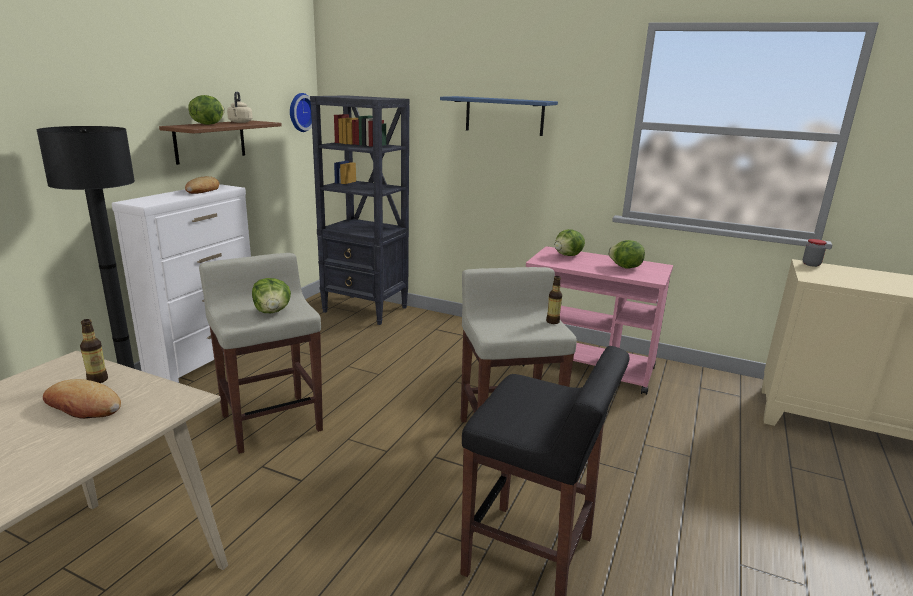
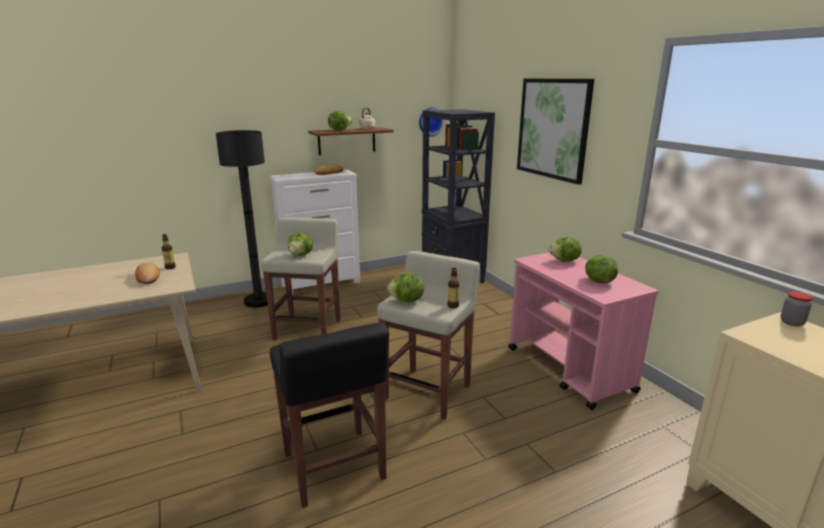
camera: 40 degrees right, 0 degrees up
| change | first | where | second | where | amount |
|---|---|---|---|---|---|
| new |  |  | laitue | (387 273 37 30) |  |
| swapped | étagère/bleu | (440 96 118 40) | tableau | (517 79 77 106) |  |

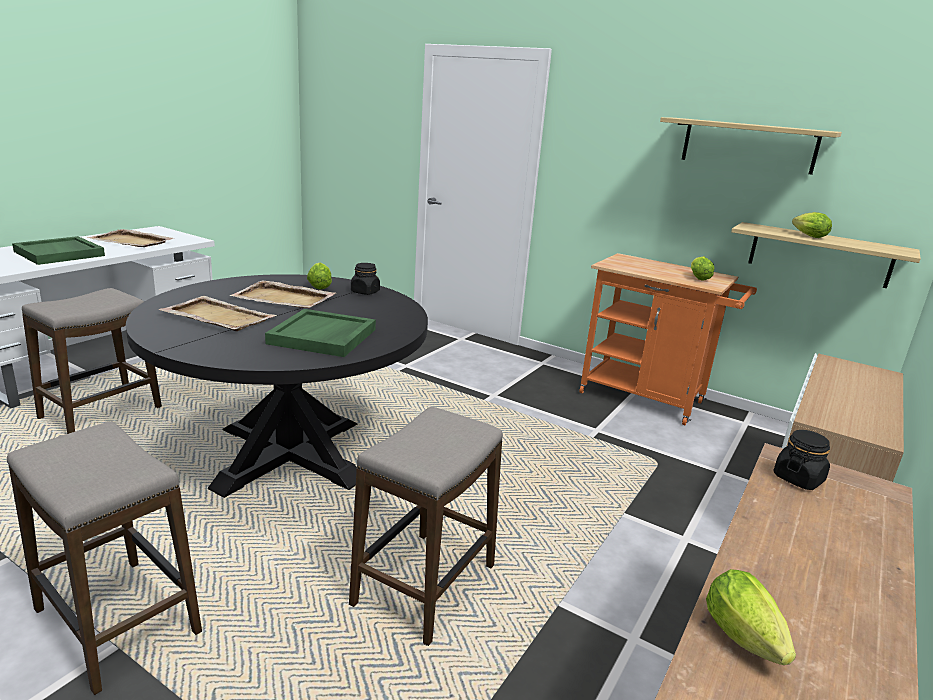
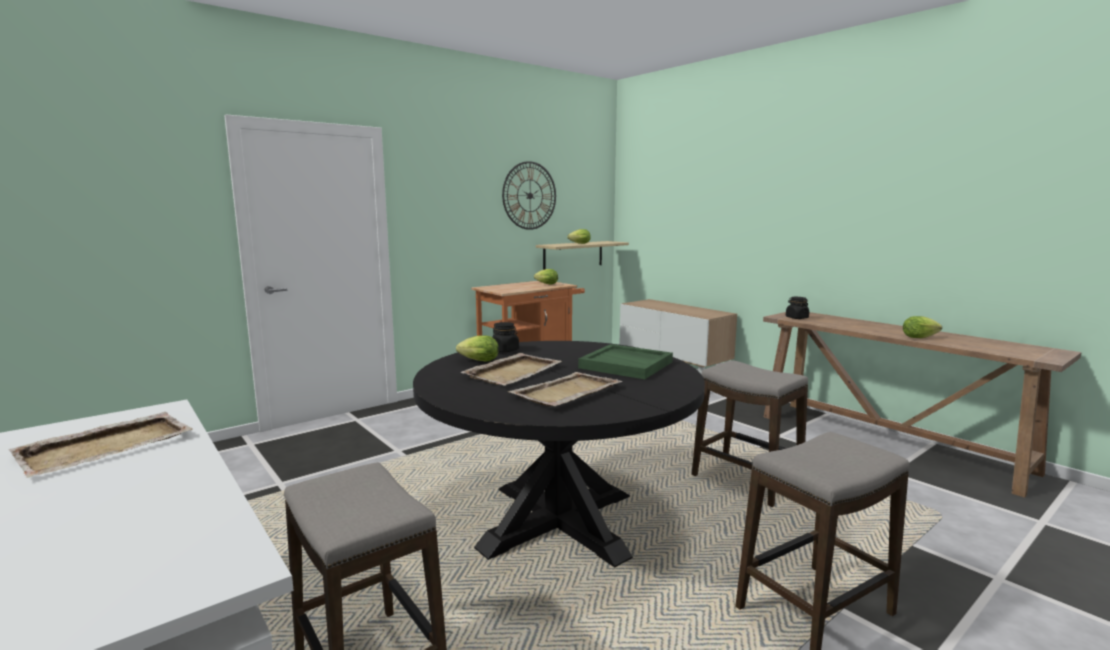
camera: 70 degrees left, 10 degrees down
| change | first | where | second | where | amount |
|---|---|---|---|---|---|
| swapped | étagère | (660 117 182 58) | horloge murale | (502 161 54 69) |  |
| gone | plateau/vert | (12 236 93 29) |  |  |  |

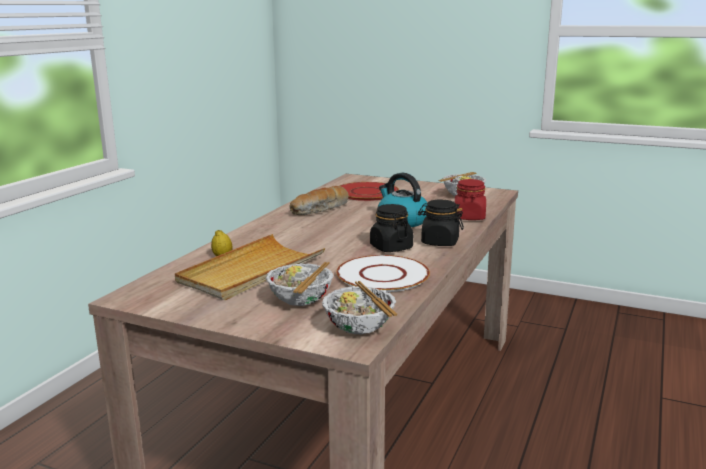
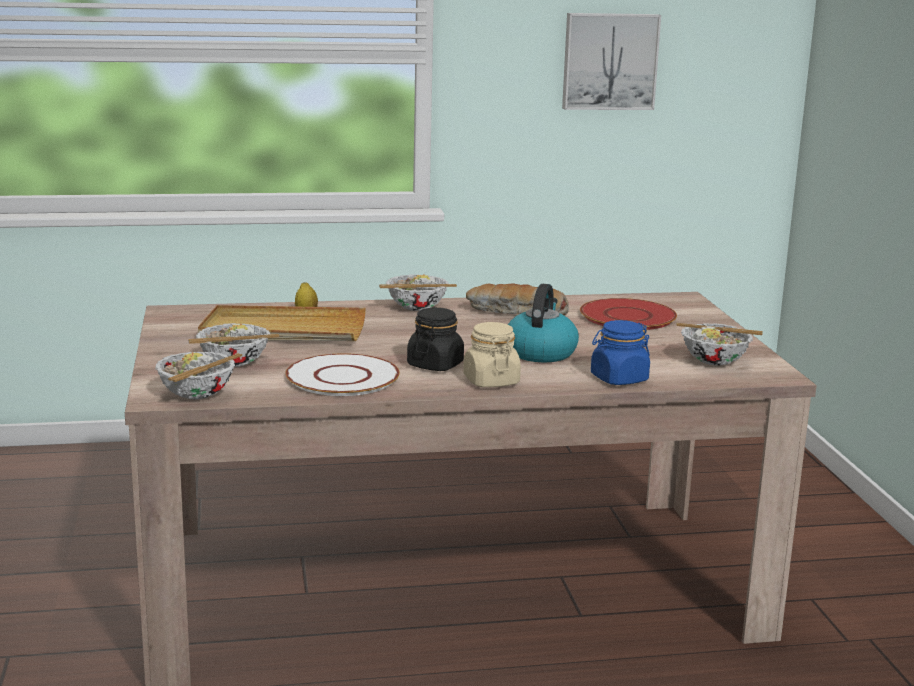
camera: 55 degrees right, 0 degrees up
| change | first | where | second | where | amount |
|---|---|---|---|---|---|
| new |  |  | bol | (379 274 78 37) |  |
| repainted | bocal/noir | (418 200 46 46) | bocal/beige | (463 322 58 65) |  |
| new |  |  | tableau | (562 13 99 97) |  |
| repainted | bocal/rouge | (455 179 31 41) | bocal/bleu | (591 320 59 65) |  |

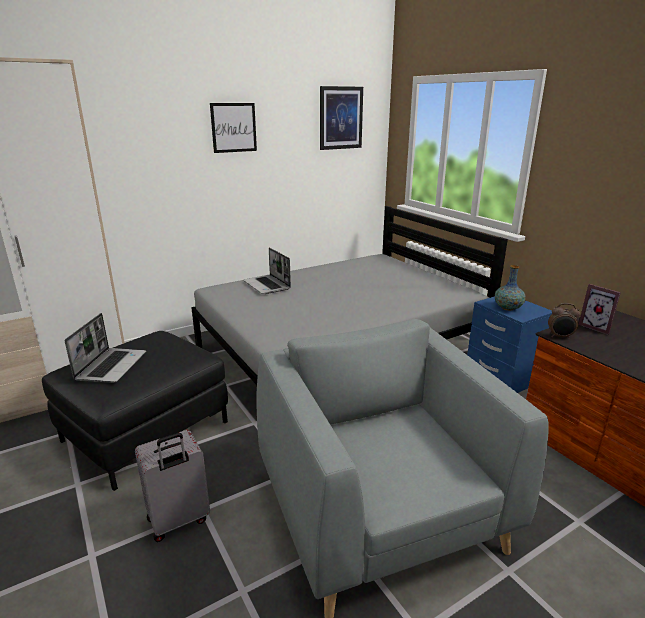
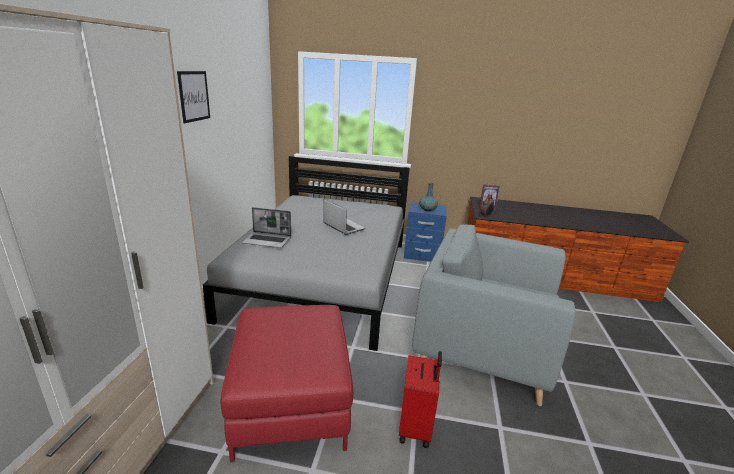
camera: 50 degrees left, 0 degrees up
| change | first | where | second | where | amount |
|---|---|---|---|---|---|
| repainted | pouf/noir | (42 331 186 160) | pouf/rouge | (221 305 132 157) |  |
| shifted | ordinateur portable | (65 313 81 70) |  | (323 199 43 36) |  |
| repainted | valise/gris | (135 430 75 112) | valise/rouge | (399 351 43 97) |  |
| gone | tableau | (320 86 43 64) |  |  |  |

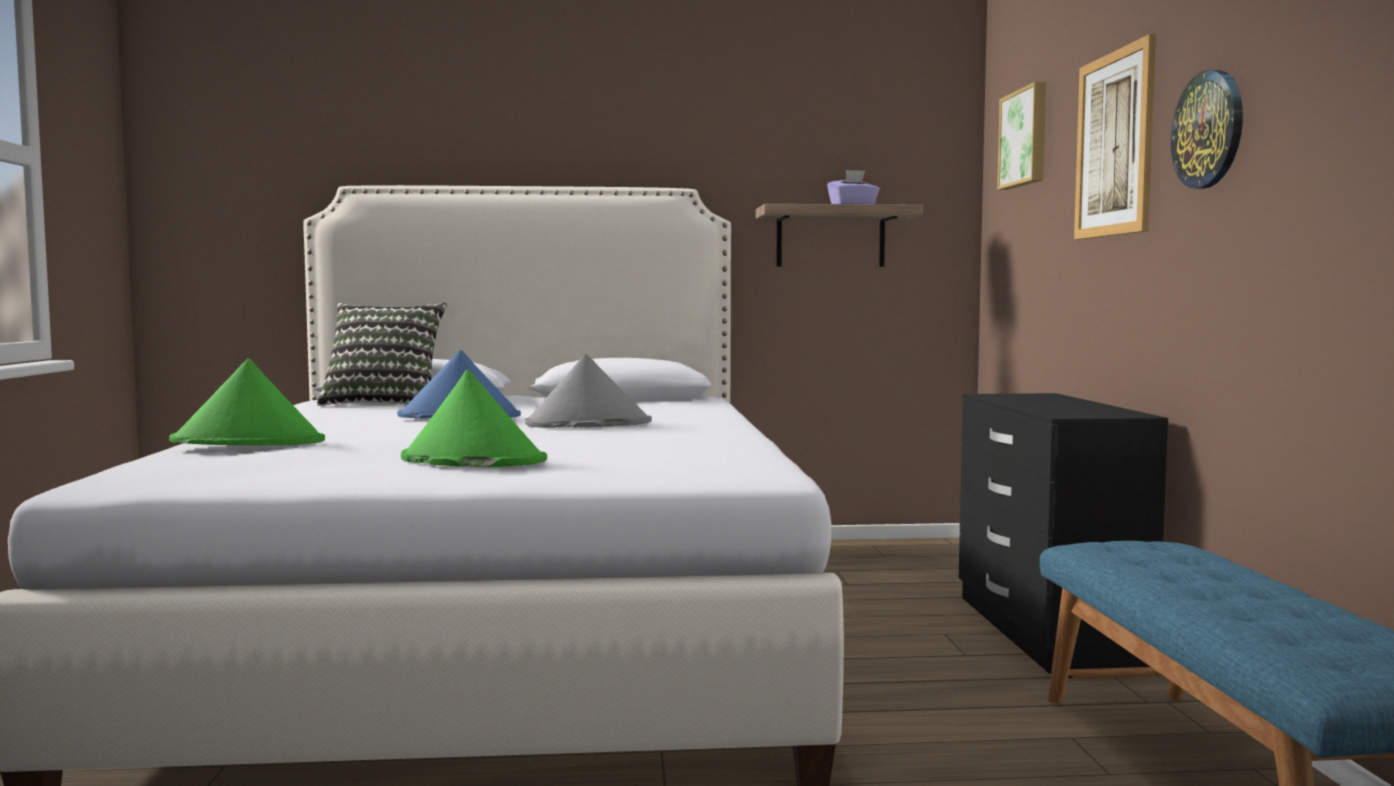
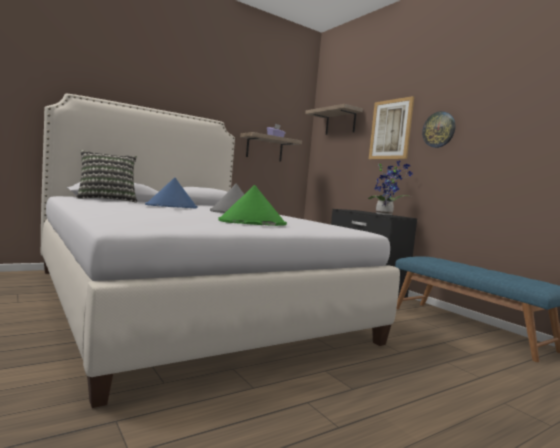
camera: 30 degrees left, 0 degrees up
| change | first | where | second | where | amount |
|---|---|---|---|---|---|
| swapped | tableau | (997 82 49 108) | étagère | (305 104 58 31) |  |
| new |  |  | plante en pot | (368 160 45 55) |  |
| gone | chapeau/vert | (169 359 156 86) |  |  |  |

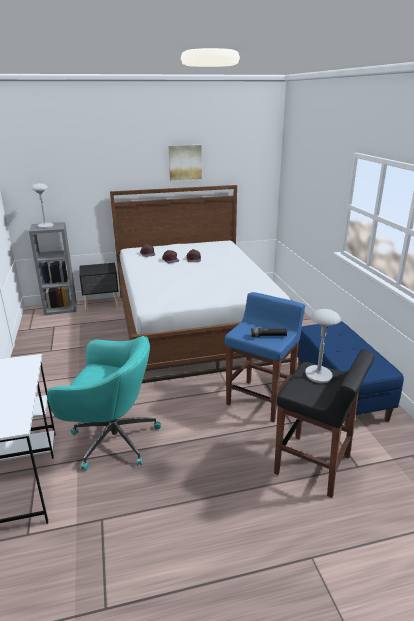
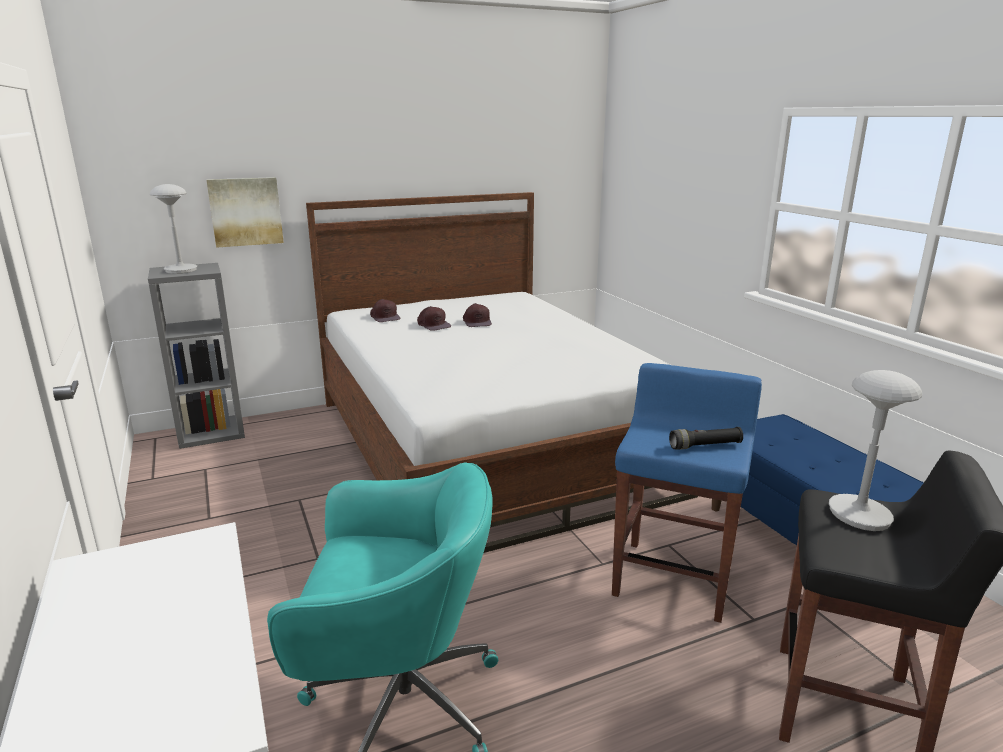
camera: 10 degrees left, 5 degrees down
| change | first | where | second | where | amount |
|---|---|---|---|---|---|
| shifted | tableau | (168 145 34 35) |  | (206 177 78 71) |  |
| gone | table de chevet/noir | (79 263 40 48) |  |  |  |

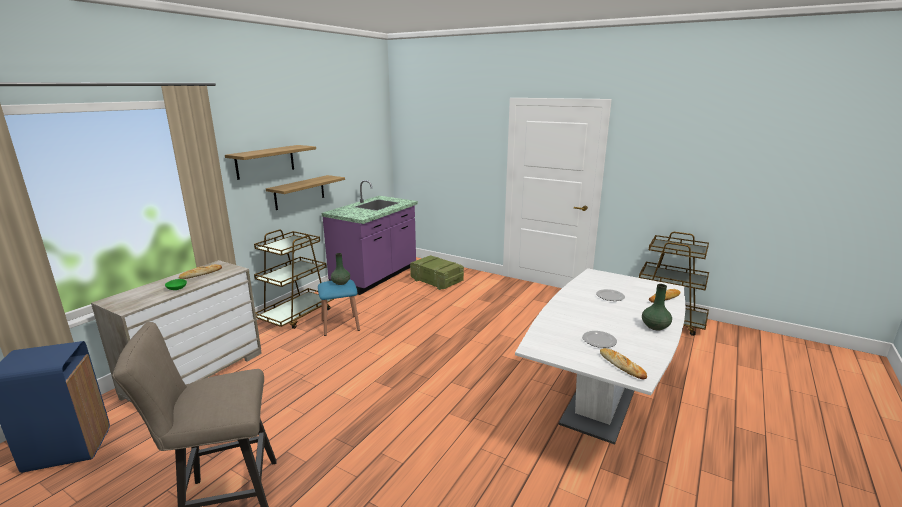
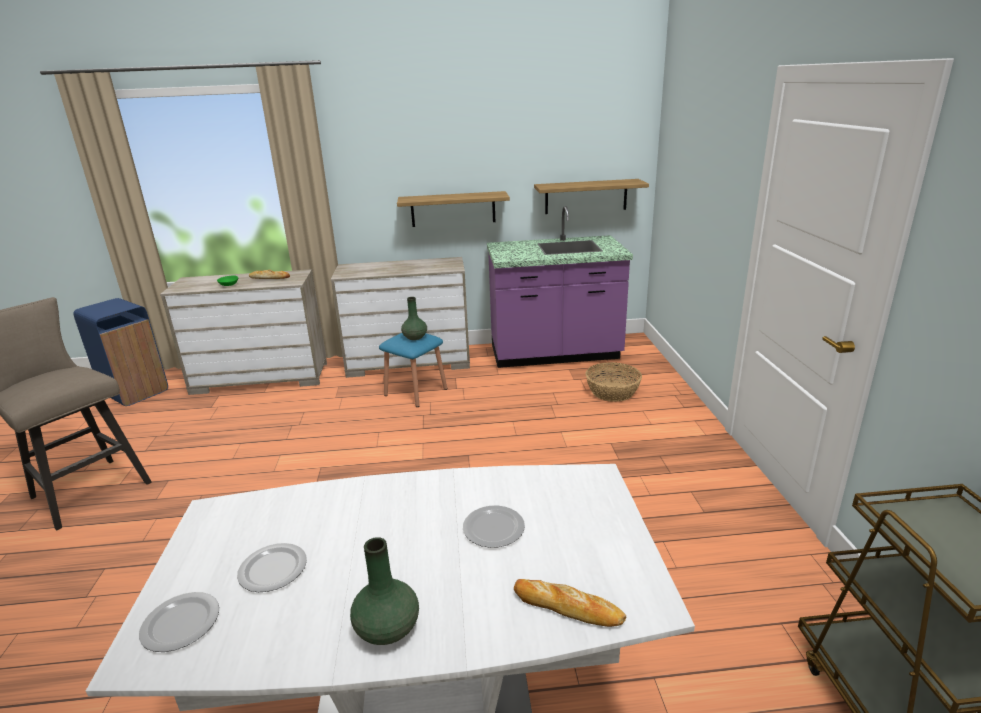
camera: 55 degrees right, 5 degrees up
| change | first | where | second | where | amount |
|---|---|---|---|---|---|
| swapped | pain | (600 348 47 31) | assiette | (139 592 80 60) |  |
| swapped | chariot/marron | (254 229 80 100) | commode/beige | (331 257 139 121) |  |
| shifted | étagère | (225 145 91 35) |  | (534 179 115 35) |  |
| swapped | caisse | (410 255 54 35) | panier | (585 362 57 40) |  |

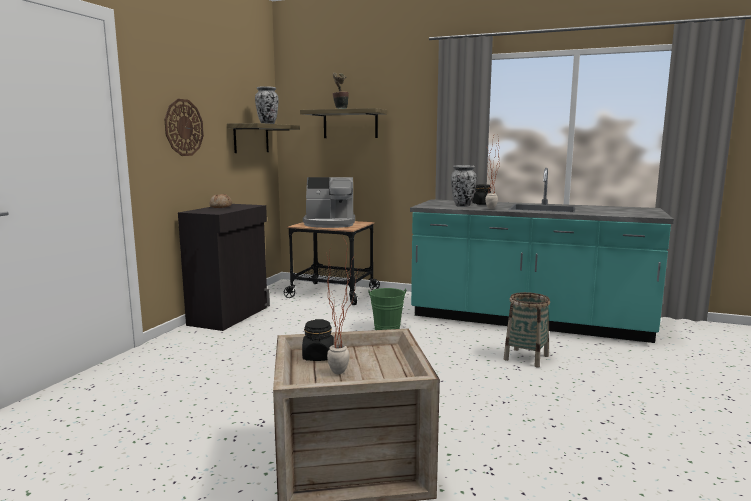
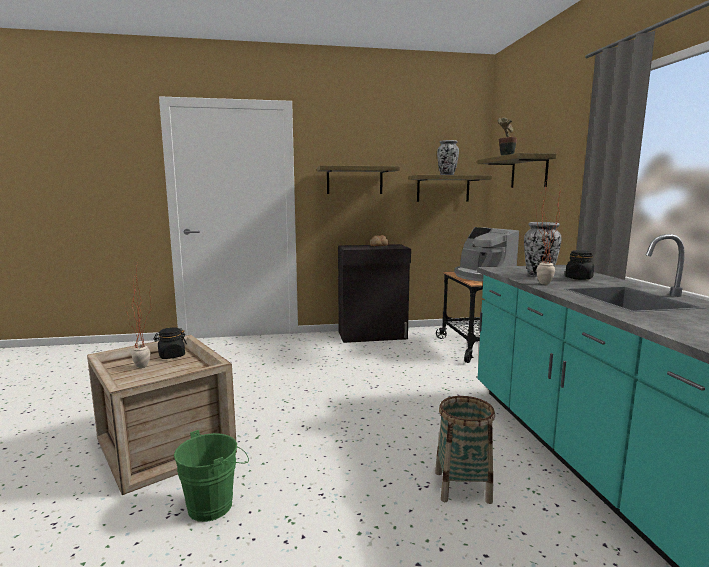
camera: 60 degrees right, 0 degrees up
| change | first | where | second | where | amount |
|---|---|---|---|---|---|
| shifted | seau/vert | (368 288 38 42) |  | (174 430 75 92) |  |
| swapped | horloge murale | (165 99 39 57) | étagère | (317 165 83 29) |  |

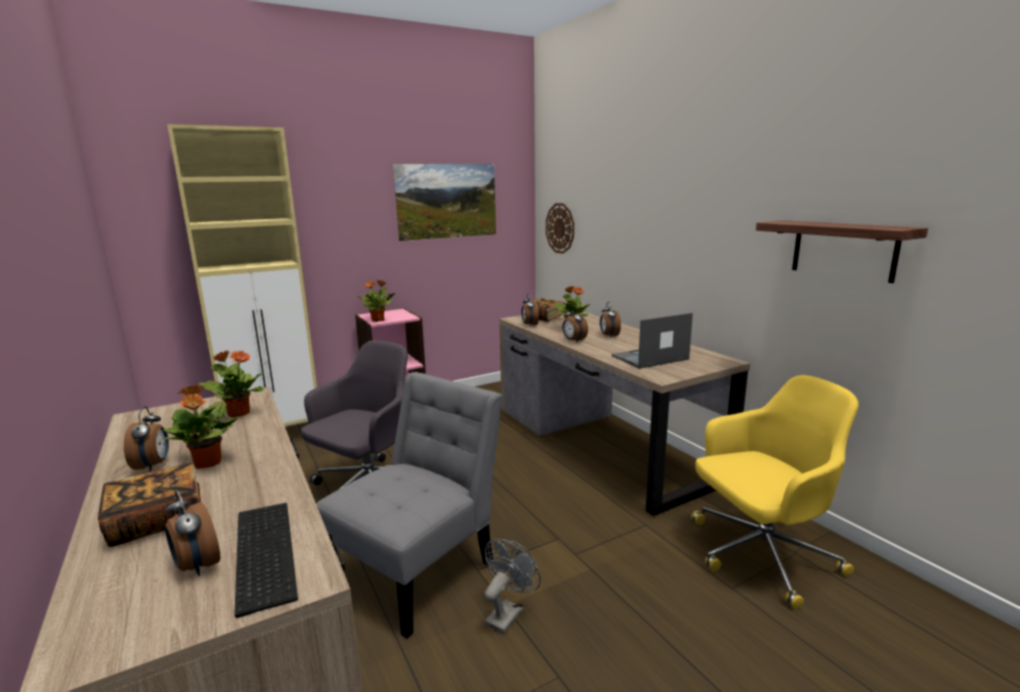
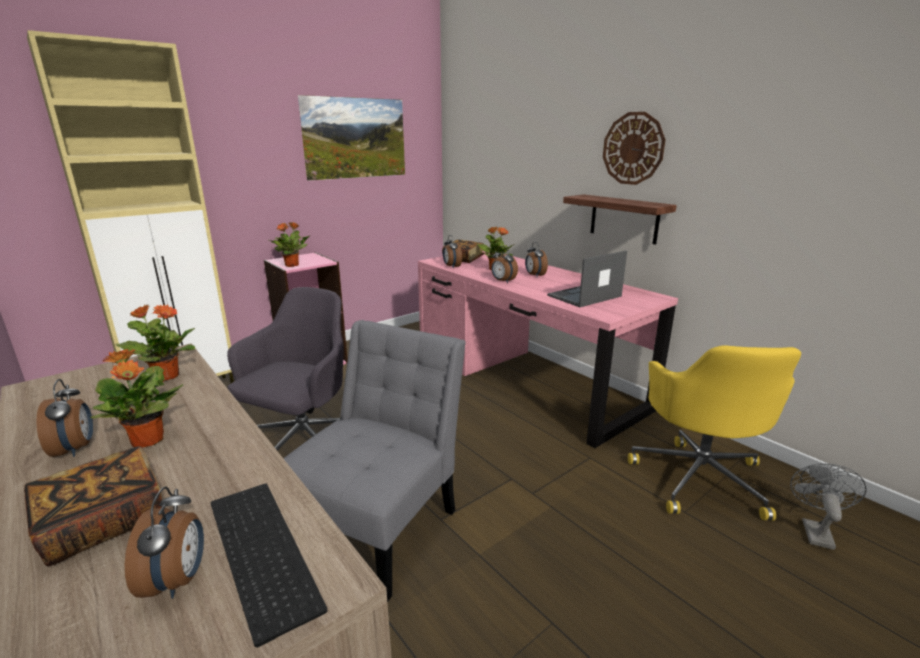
camera: 10 degrees left, 5 degrees up
| change | first | where | second | where | amount |
|---|---|---|---|---|---|
| rotated | réveil | (165 490 55 86) |  | (125 487 79 112) | 135 degrees counterclockwise |
| repainted | bureau/marron | (499 312 251 204) | bureau/rose | (418 250 260 198) |  |
| shifted | étagère | (756 220 172 63) |  | (563 194 114 51) |  |
| shifted | horloge murale | (546 203 28 51) |  | (603 112 63 73) |  |
| rotated | chaise de bureau/jaune | (691 375 168 234) |  | (628 345 173 176) | 120 degrees clockwise |
| shifted | ventilateur/gris | (485 539 56 95) |  | (790 463 77 87) |  |

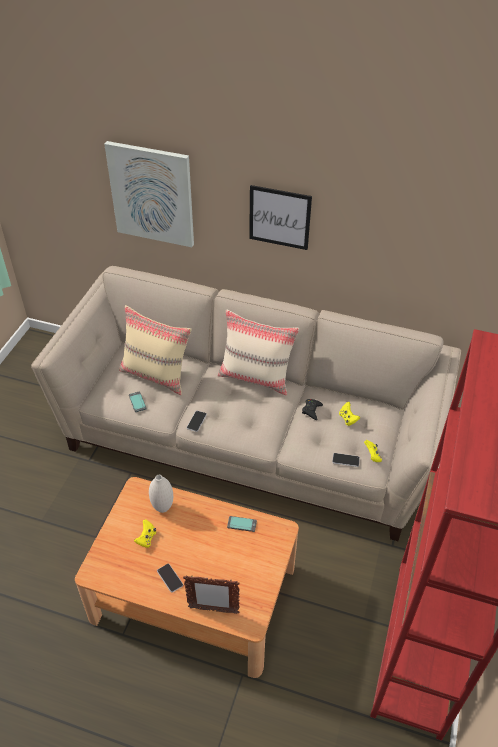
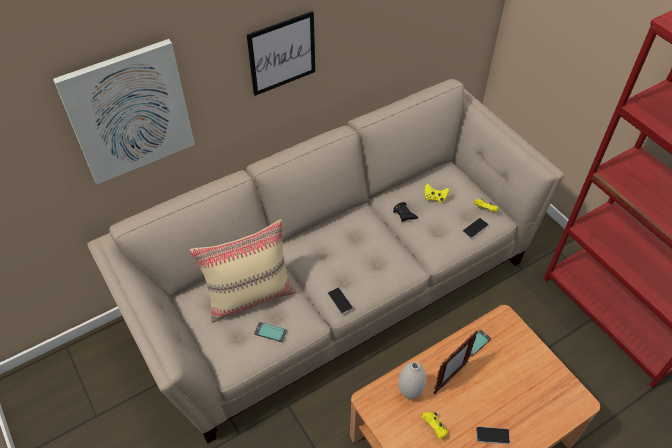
camera: 50 degrees left, 5 degrees up
| change | first | where | second | where | amount |
|---|---|---|---|---|---|
| shifted | cadre photo | (183 575 57 39) |  | (434 331 44 63) |  |
| gone | coussin/beige | (218 309 81 86) |  |  |  |

